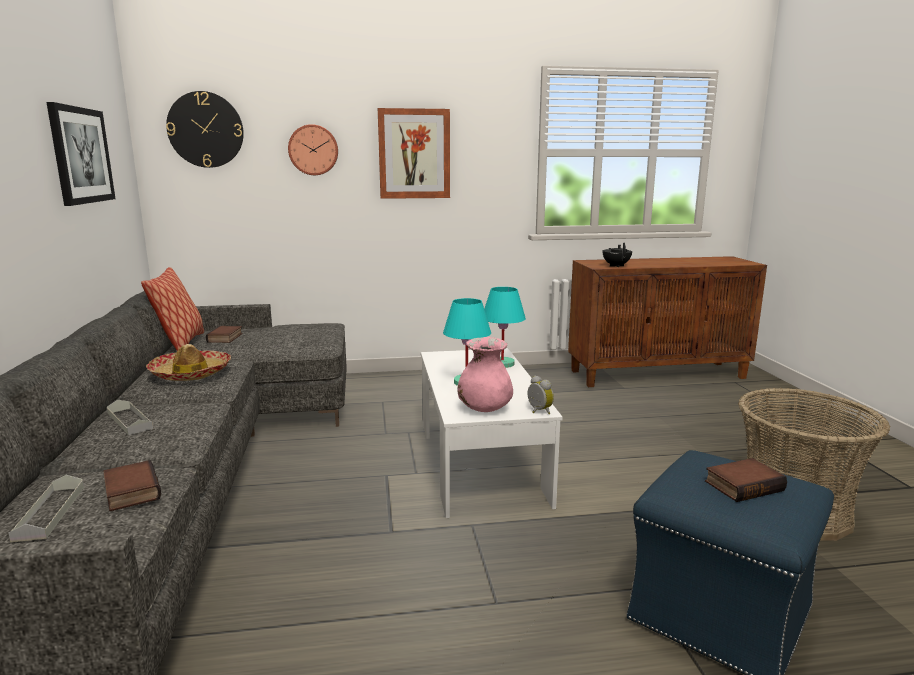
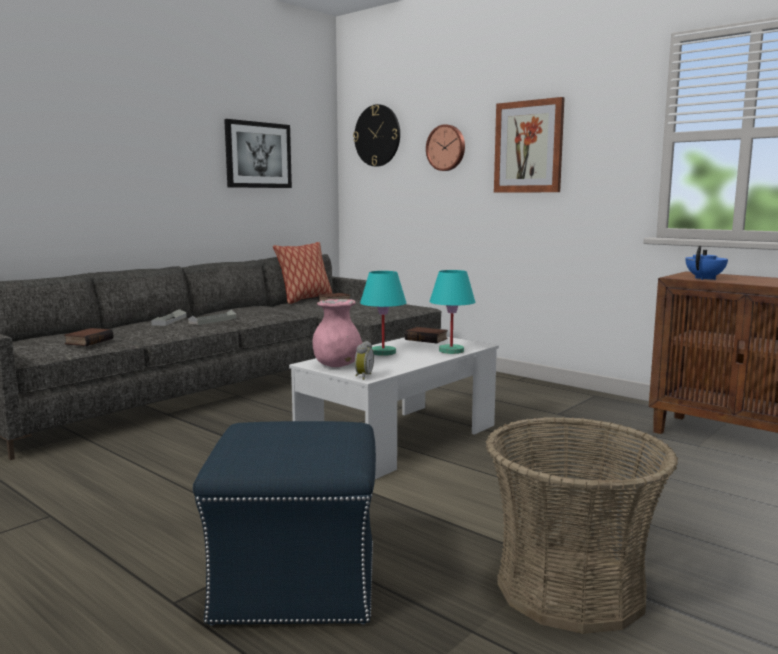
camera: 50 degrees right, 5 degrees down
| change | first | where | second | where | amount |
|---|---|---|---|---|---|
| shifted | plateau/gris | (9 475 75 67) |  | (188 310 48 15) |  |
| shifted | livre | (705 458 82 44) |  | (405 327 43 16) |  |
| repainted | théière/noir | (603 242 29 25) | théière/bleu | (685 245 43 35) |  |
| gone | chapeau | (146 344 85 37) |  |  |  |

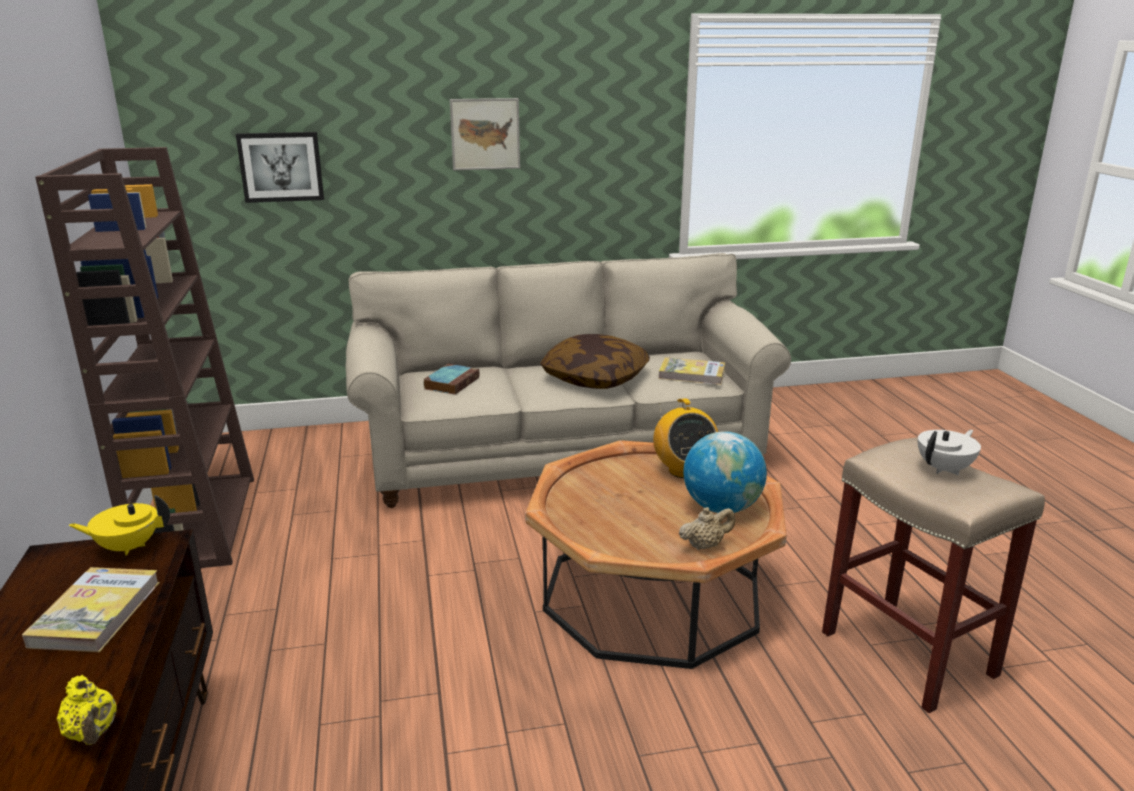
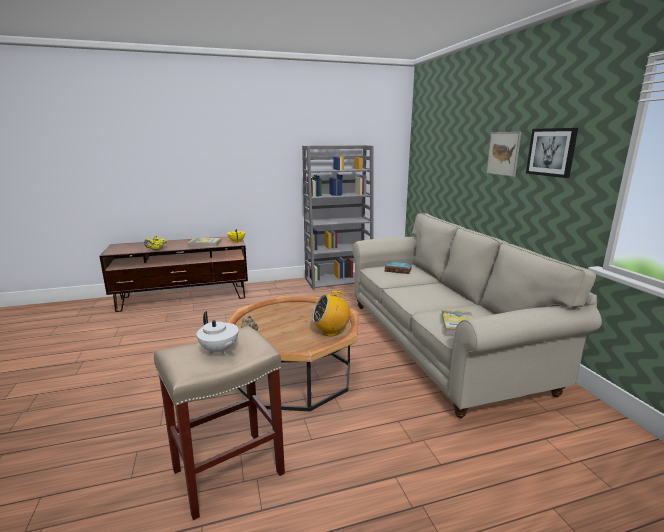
camera: 85 degrees right, 5 degrees down
| change | first | where | second | where | amount |
|---|---|---|---|---|---|
| repainted | bibliothèque/marron | (35 147 219 421) | bibliothèque/gris | (302 145 72 145) |  |
| shifted | tableau | (236 132 88 71) |  | (526 128 52 50) |  |
| gone | coussin | (540 334 110 55) |  |  |  |
| gone | globe | (683 431 84 82) |  |  |  |

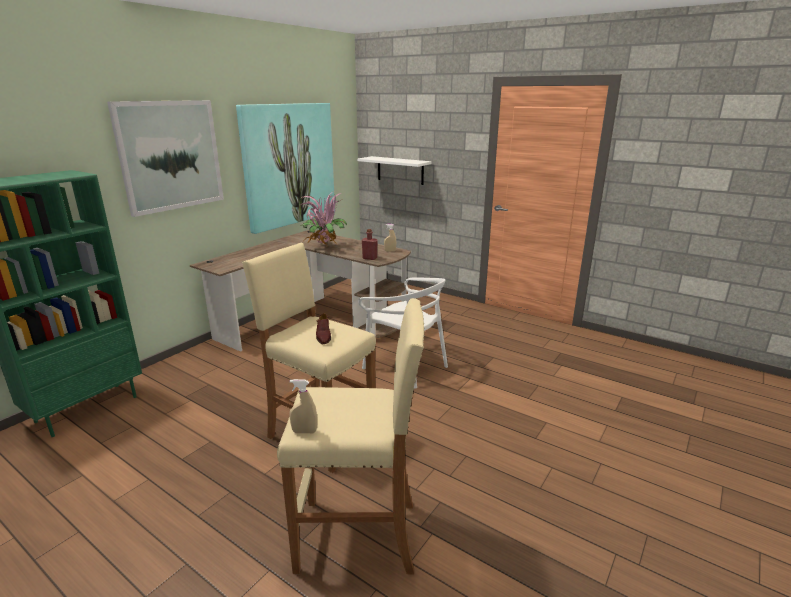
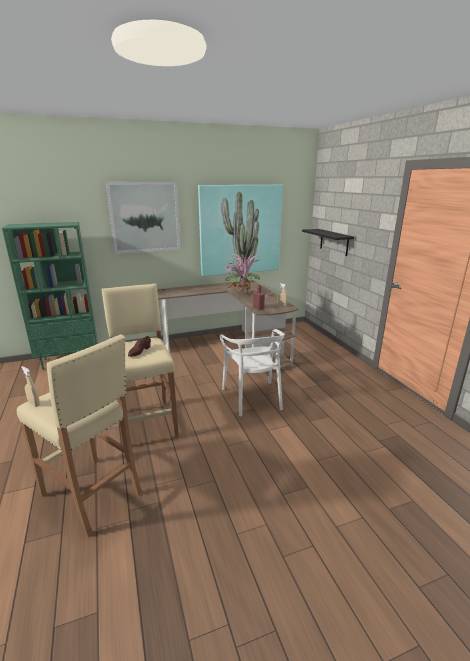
camera: 35 degrees right, 0 degrees up
| change | first | where | second | where | amount |
|---|---|---|---|---|---|
| repainted | étagère/blanc | (357 156 74 29) | étagère/noir | (302 229 52 27) |  |

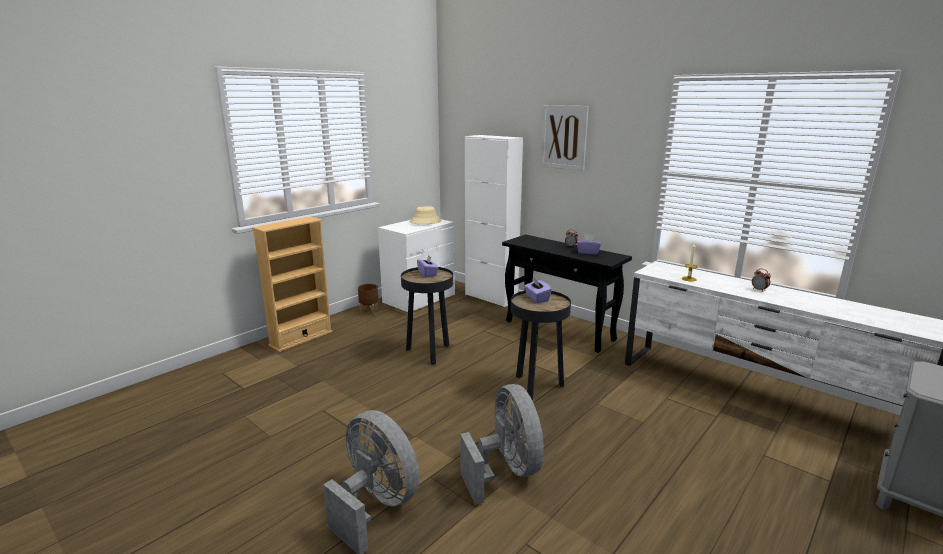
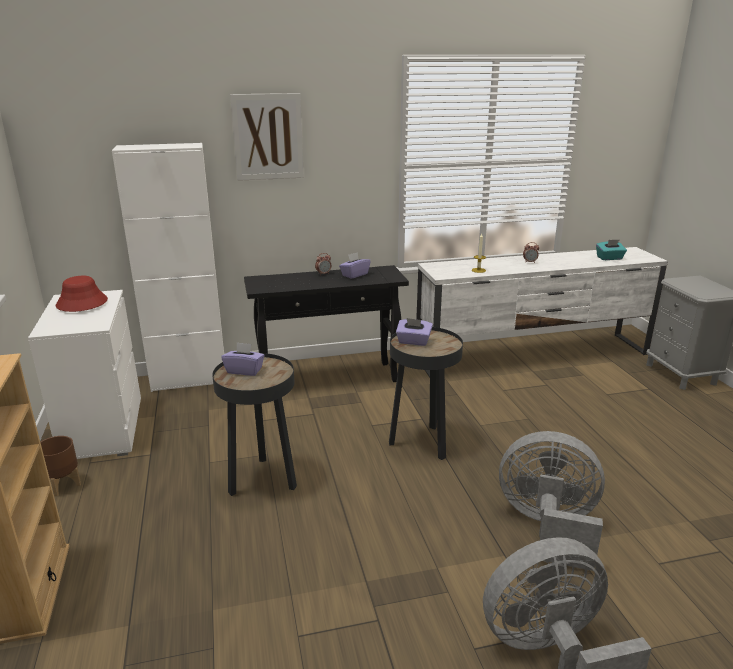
camera: 55 degrees left, 5 degrees up
| change | first | where | second | where | amount |
|---|---|---|---|---|---|
| repainted | chapeau/beige | (410 206 31 18) | chapeau/rouge | (56 276 52 36) |  |
| new |  |  | boîte à mouchoirs/turquoise | (596 240 31 20) |  |

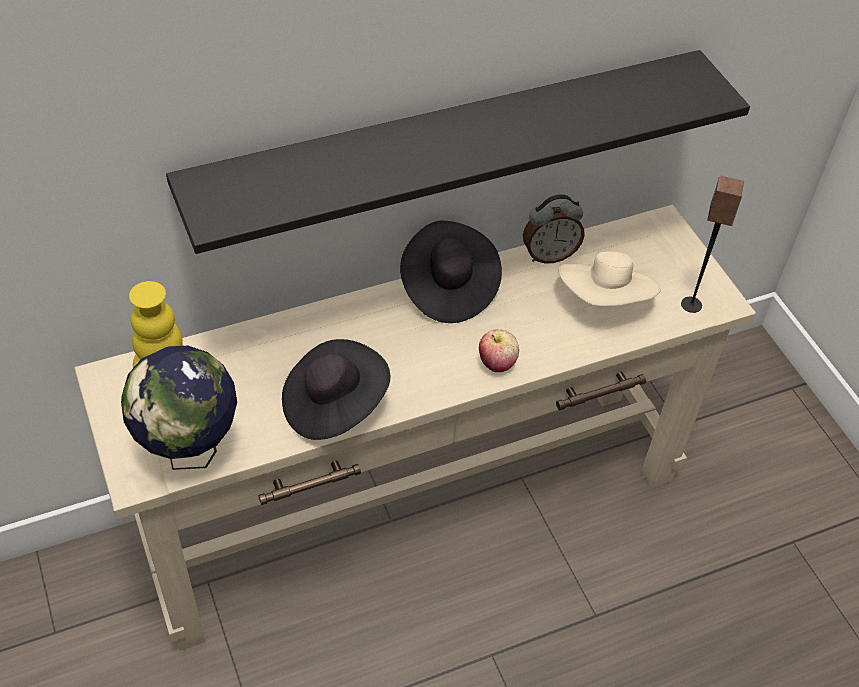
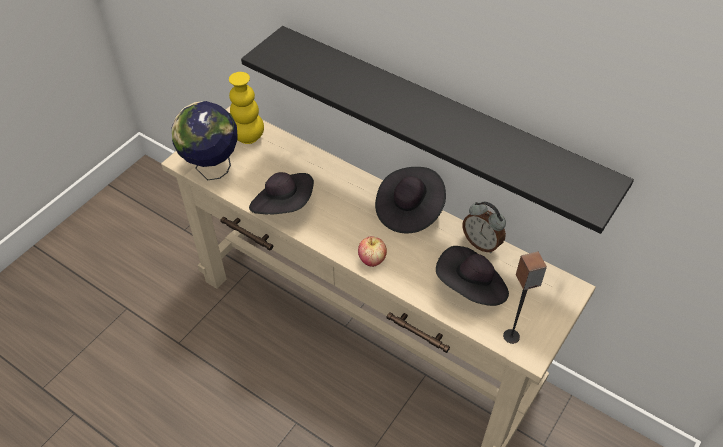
camera: 60 degrees right, 0 degrees up
| change | first | where | second | where | amount |
|---|---|---|---|---|---|
| repainted | chapeau/beige | (558 251 103 55) | chapeau/noir | (436 246 73 60) |  |

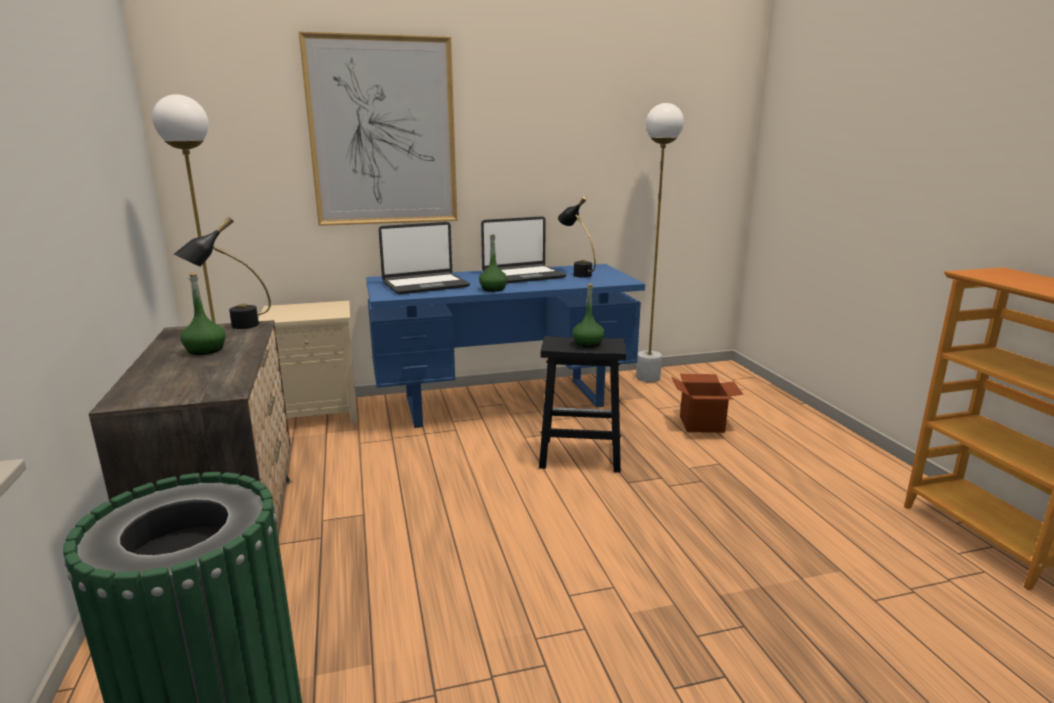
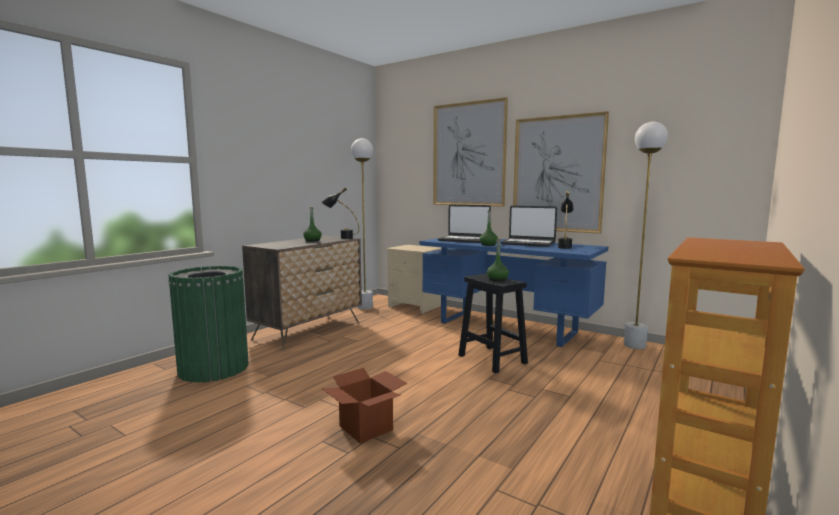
camera: 50 degrees right, 10 degrees down
| change | first | where | second | where | amount |
|---|---|---|---|---|---|
| shifted | carton | (671 374 72 59) |  | (322 368 86 75) |  |
| new |  |  | tableau | (513 111 96 123) |  |

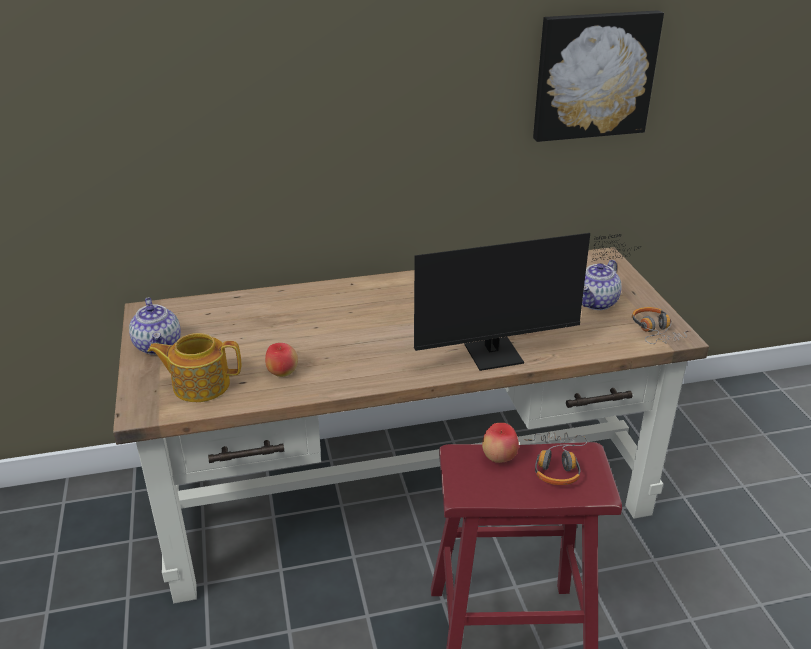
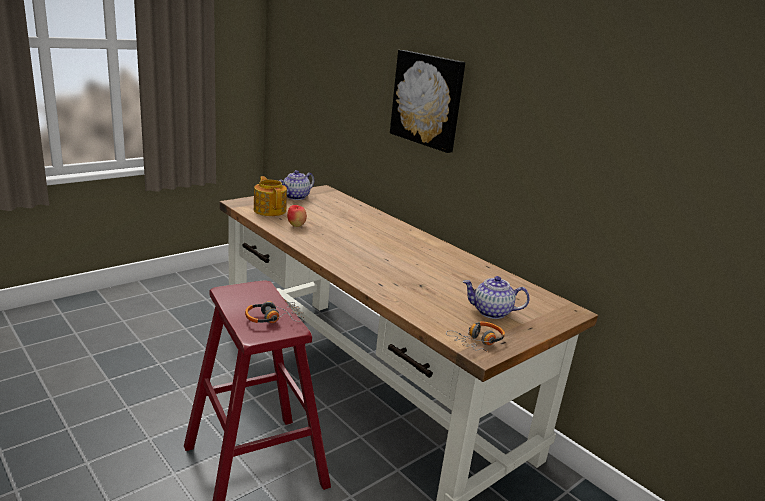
camera: 60 degrees right, 10 degrees down
| change | first | where | second | where | amount |
|---|---|---|---|---|---|
| shifted | tableau | (533 10 131 132) |  | (390 50 76 103) |  |
| gone | écran d'ordinateur | (414 233 225 138) |  |  |  |
| gone | pomme | (482 423 37 40) |  |  |  |

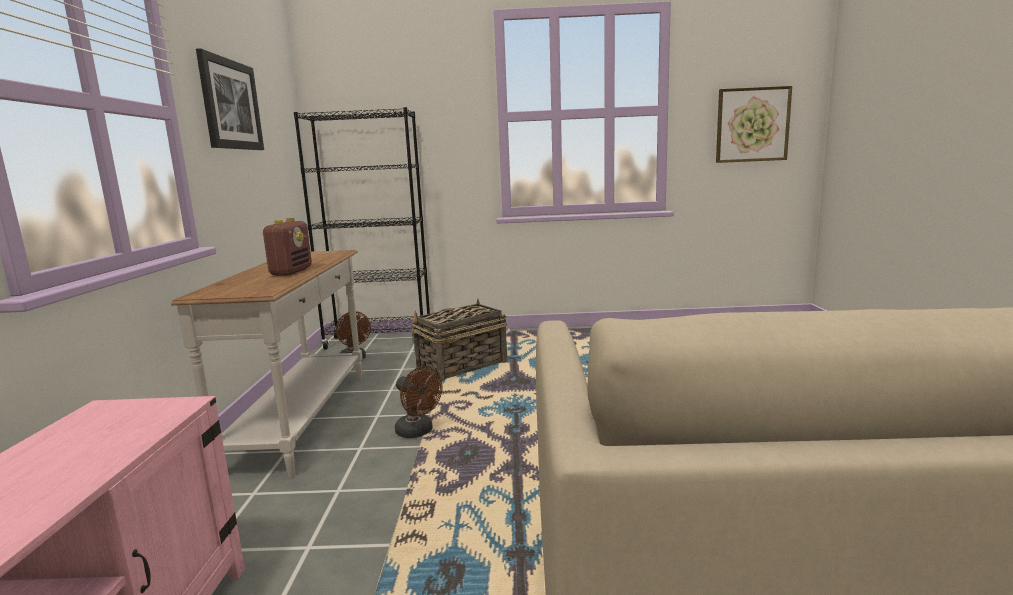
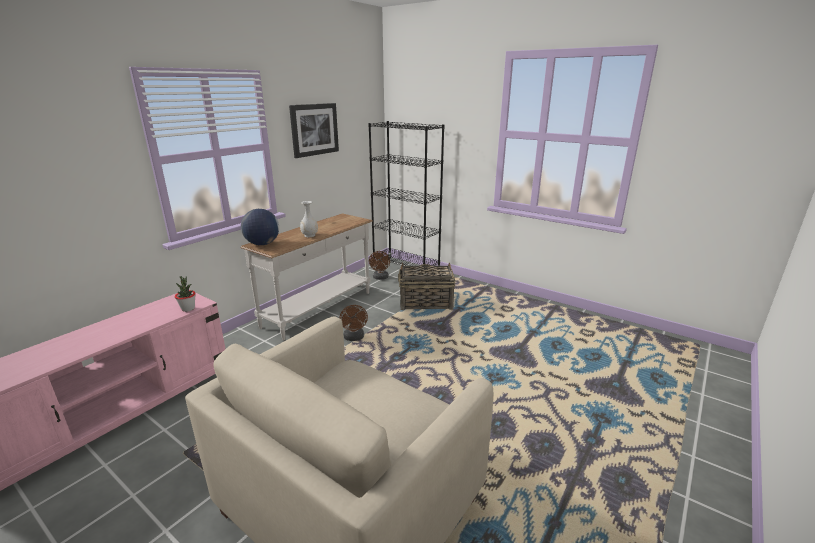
camera: 35 degrees right, 10 degrees up
| change | first | where | second | where | amount |
|---|---|---|---|---|---|
| new |  |  | plante en pot | (175 276 21 36) |  |
| new |  |  | globe | (241 209 38 36) |  |
| swapped | radio | (263 218 49 58) | vase/blanc | (300 201 18 36) |  |
| gone | tableau | (716 86 76 77) |  |  |  |

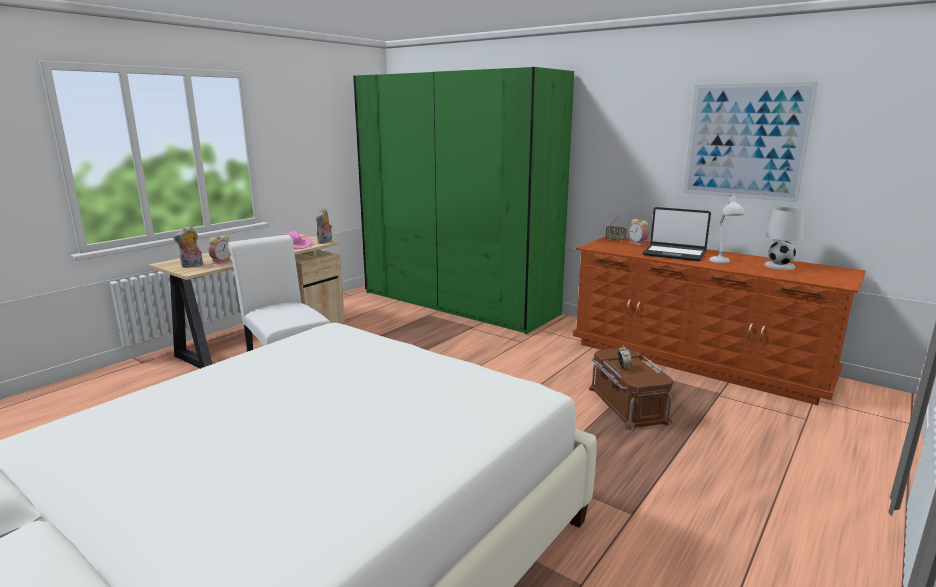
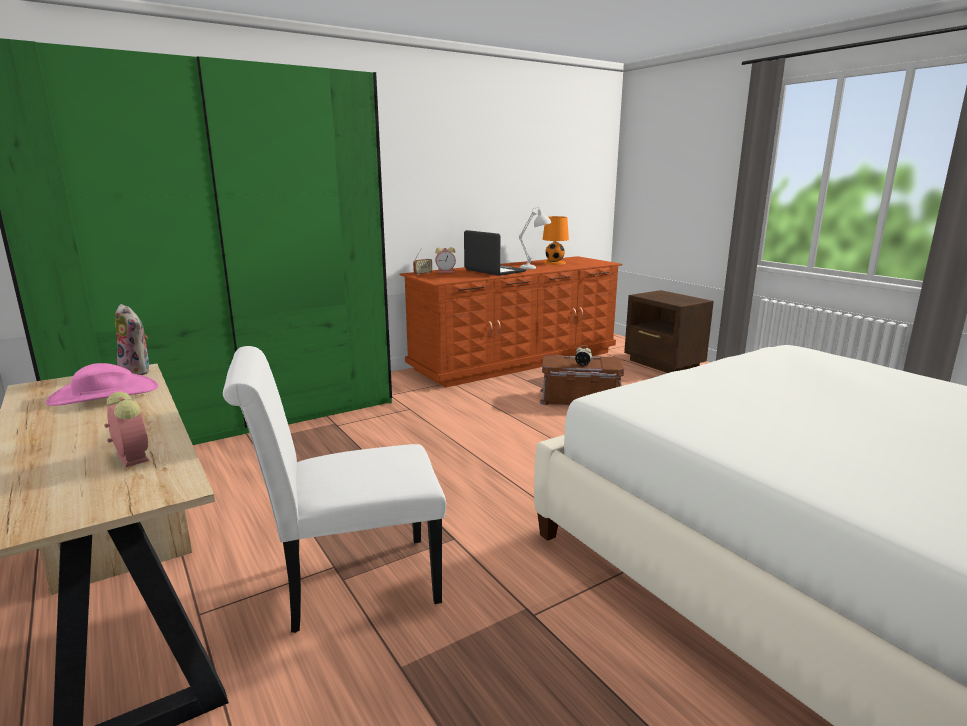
camera: 70 degrees left, 0 degrees up
| change | first | where | second | where | amount |
|---|---|---|---|---|---|
| rotated | ordinateur portable | (642 207 69 54) |  | (464 230 62 46) | 90 degrees counterclockwise |
| repainted | lampe de table/blanc | (764 207 41 63) | lampe de table/orange | (543 216 26 49) |  |
| new |  |  | table de chevet/marron | (624 290 90 83) |  |
| gone | peluche | (173 226 30 42) |  |  |  |
| gone | tableau | (683 82 136 120) |  |  |  |

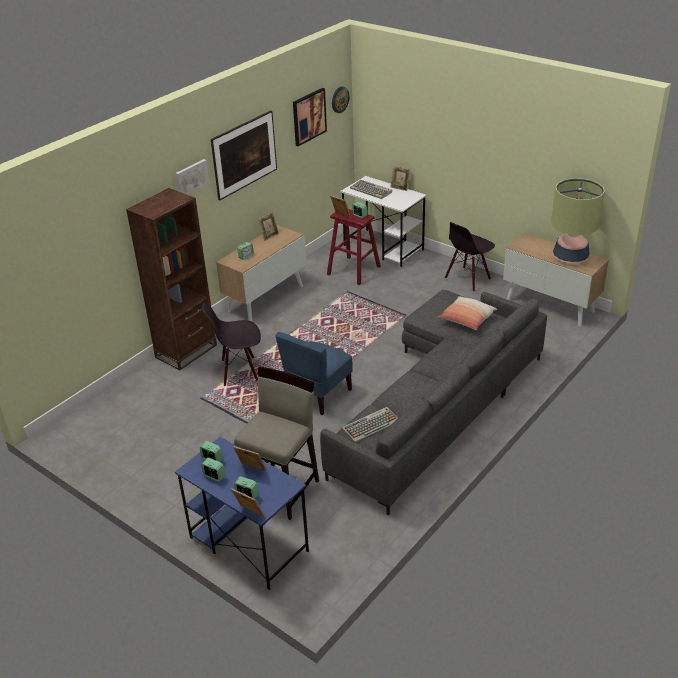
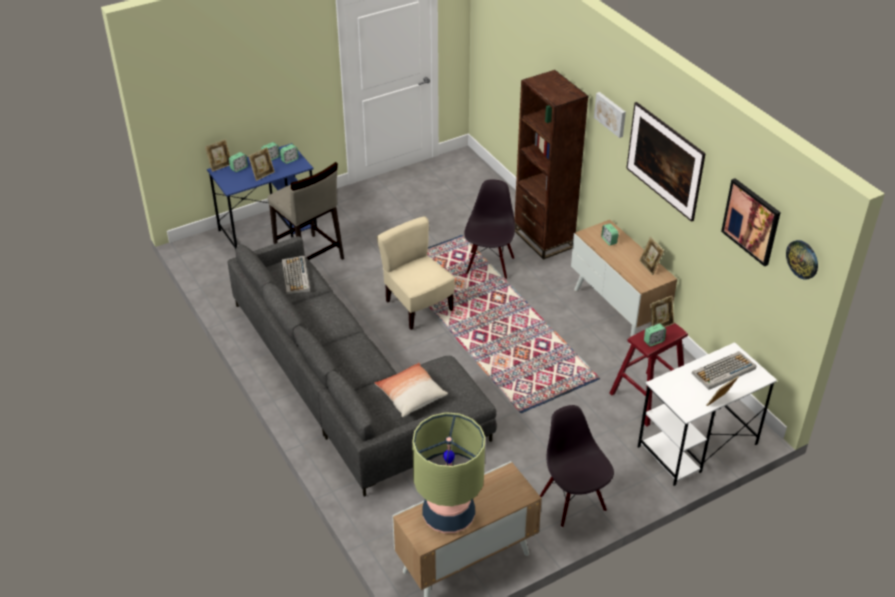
camera: 110 degrees right, 5 degrees up
| change | first | where | second | where | amount |
|---|---|---|---|---|---|
| repainted | chaise/bleu | (276 332 77 83) | chaise/beige | (377 216 78 114) |  |

